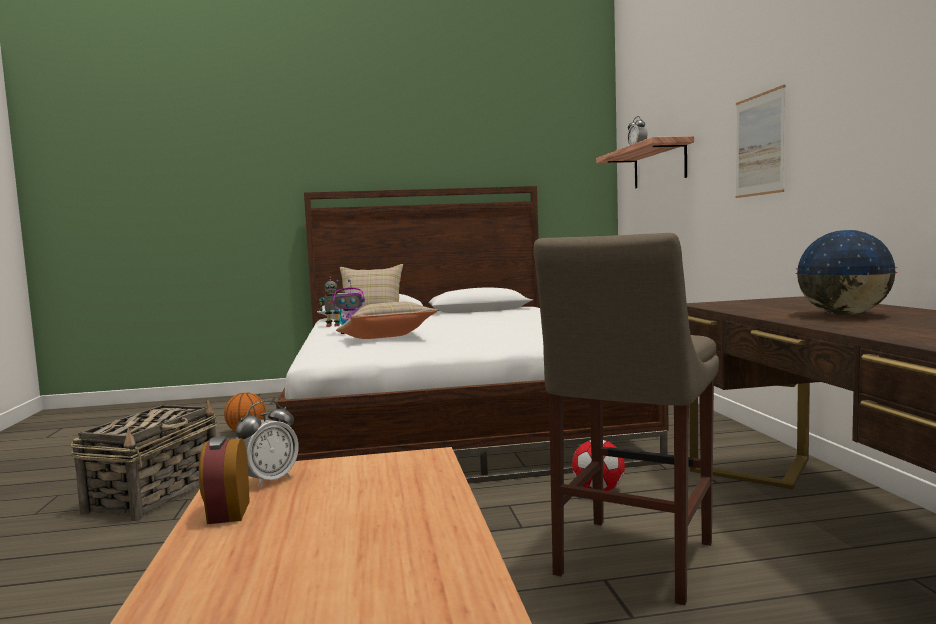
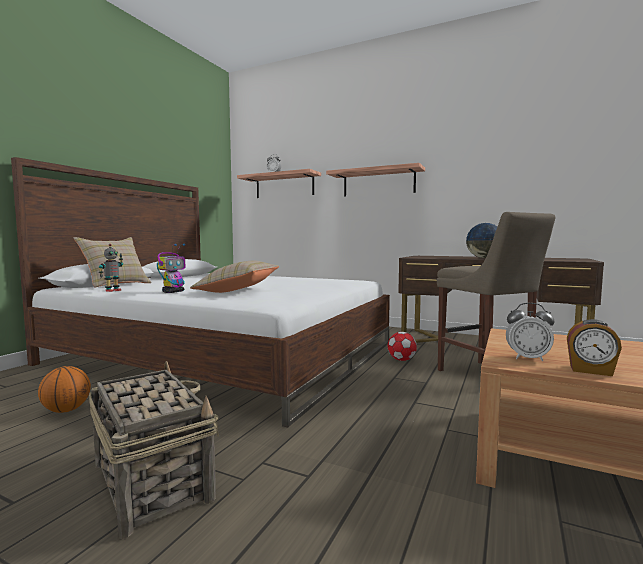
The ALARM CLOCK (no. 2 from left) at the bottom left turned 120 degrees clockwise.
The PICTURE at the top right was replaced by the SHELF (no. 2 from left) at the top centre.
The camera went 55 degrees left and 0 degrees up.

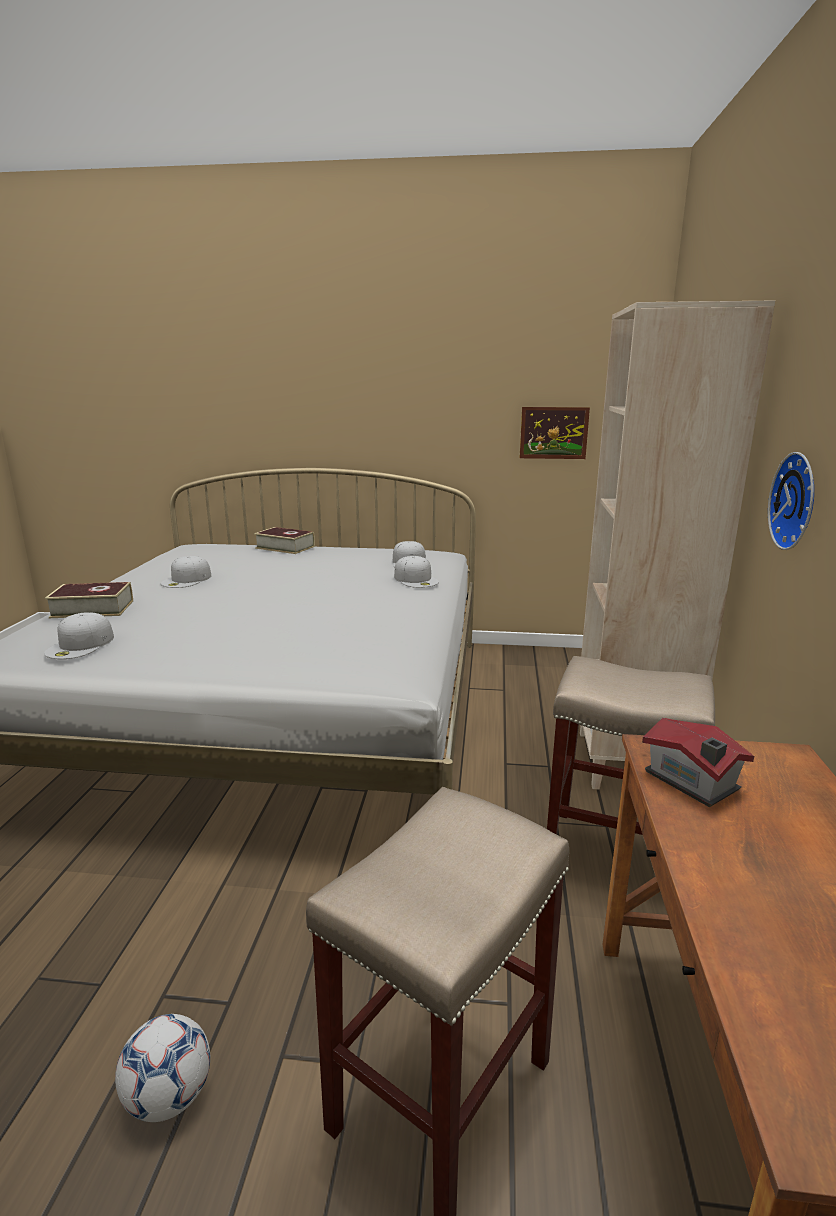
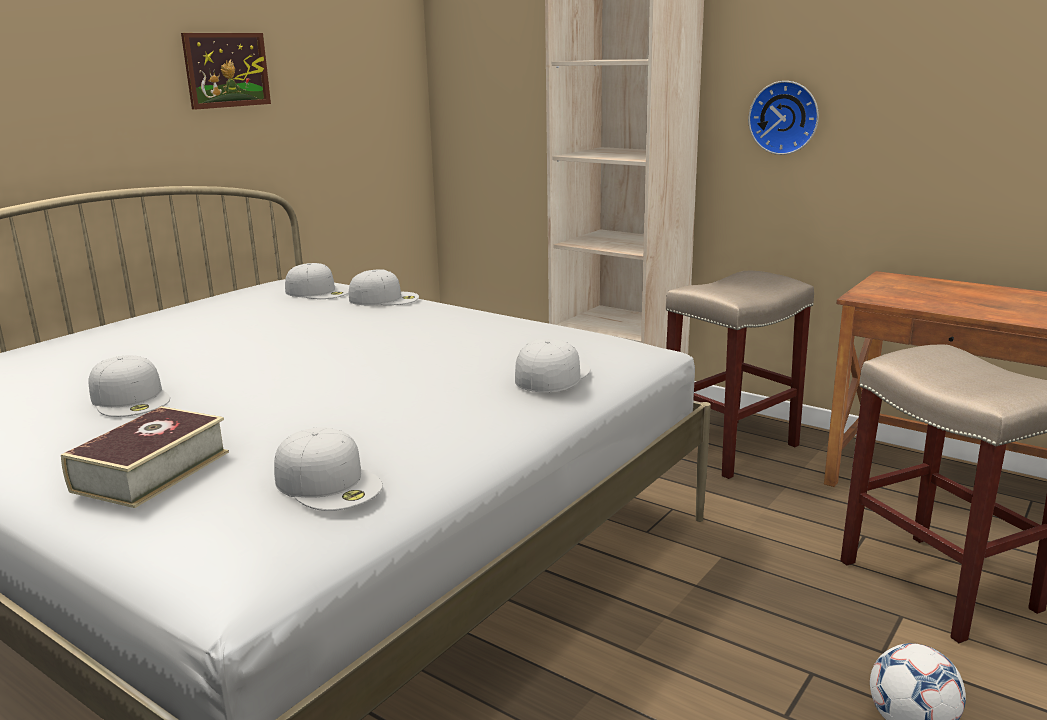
The BOOK (no. 2 from left) at the centre disappeared.
The PICTURE moved from the centre to the top left.
The TOY HOUSE at the middle right disappeared.
The WHITE CAP (no. 5 from left) at the centre appeared.
The camera went 60 degrees left and 0 degrees up.

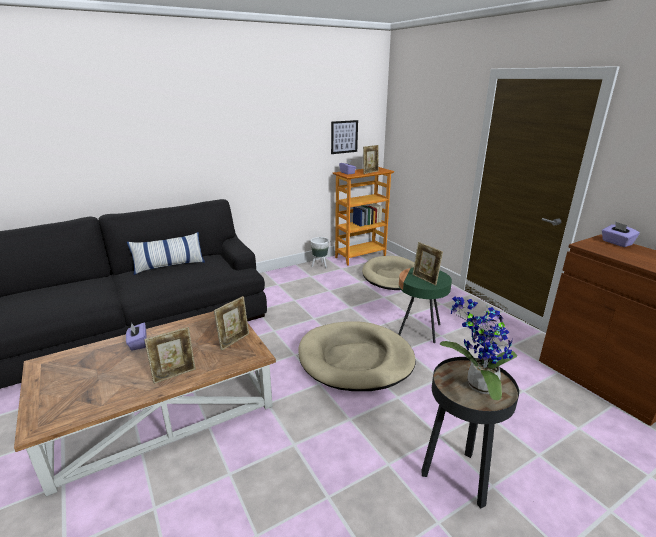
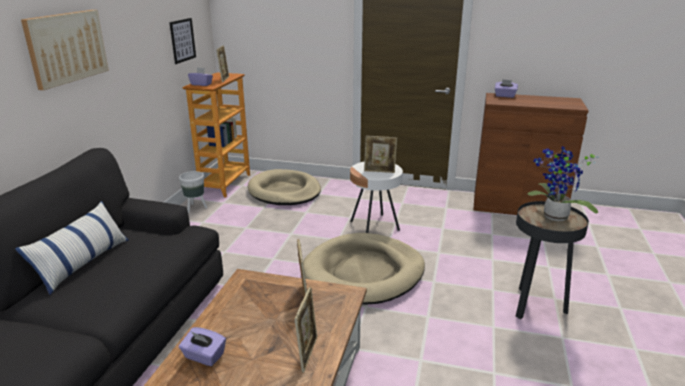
The GREEN SIDE TABLE at the centre became the WHITE SIDE TABLE at the centre.
The PICTURE (no. 1 from left) at the top left appeared.
The camera went 45 degrees left and 0 degrees up.

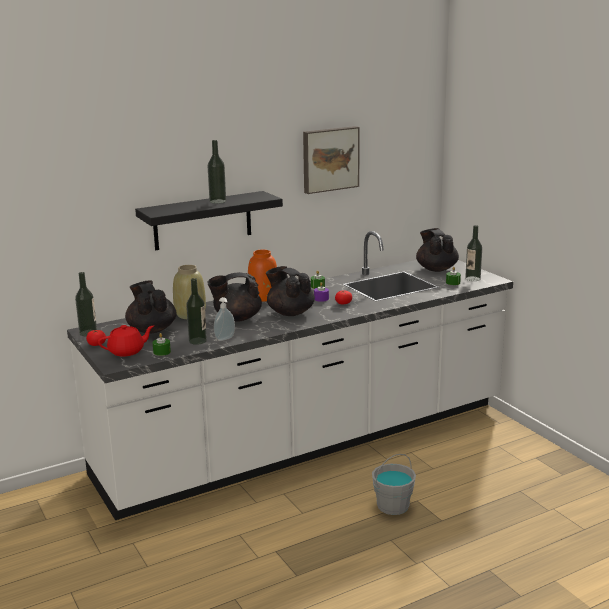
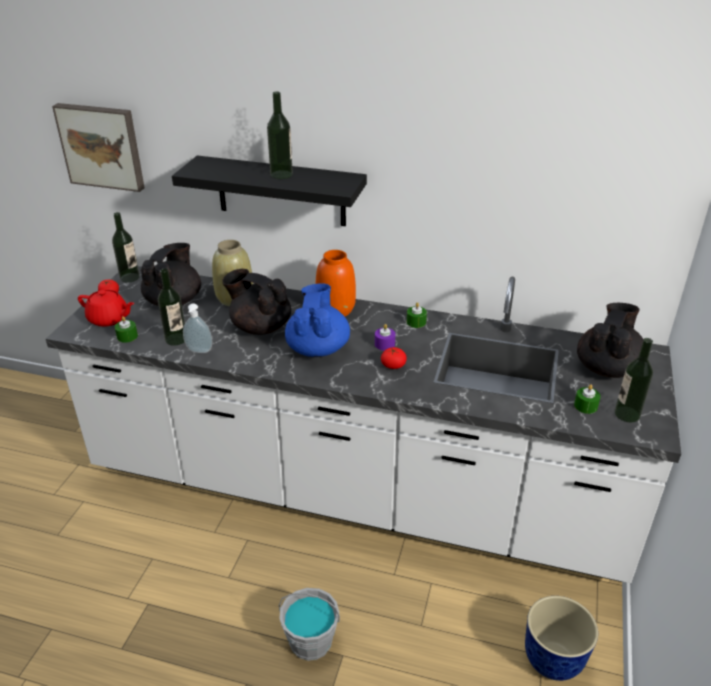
The BLACK TEAPOT (no. 3 from left) at the centre became the BLUE TEAPOT at the centre.
The PICTURE moved from the top centre to the top left.
The PLANTER at the bottom right appeared.
The camera went 45 degrees right and 15 degrees up.

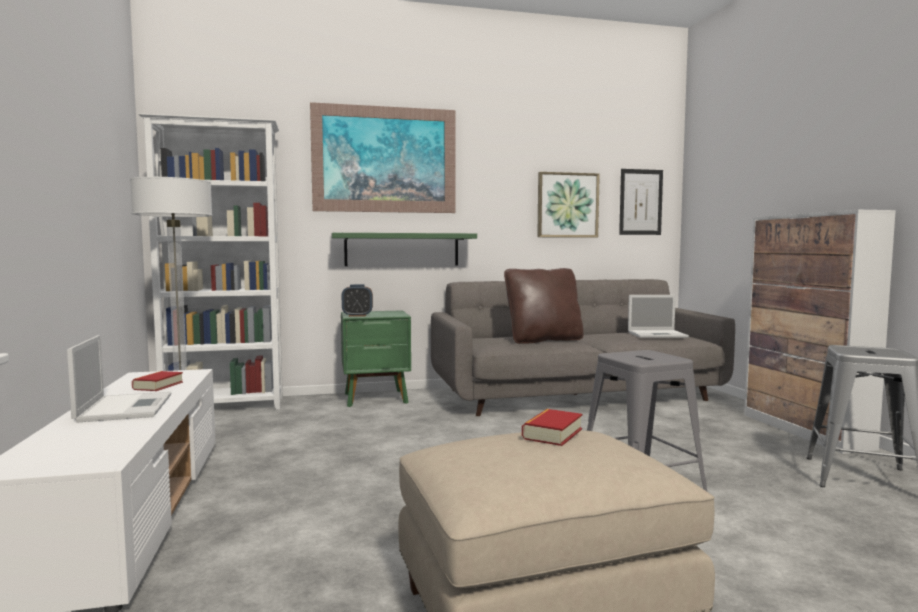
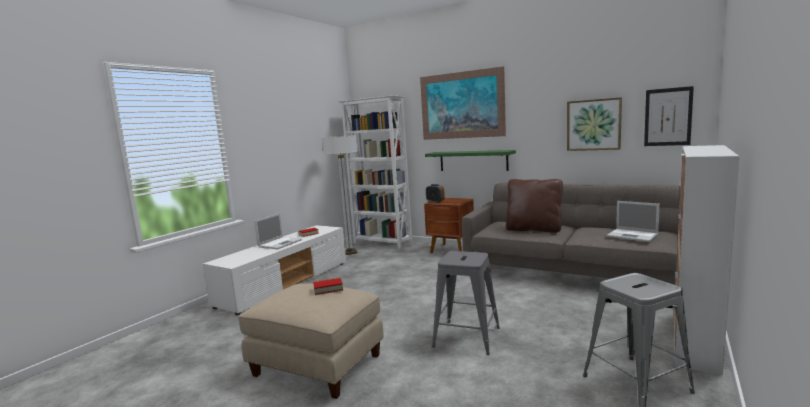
The GREEN NIGHTSTAND at the centre became the BROWN NIGHTSTAND at the centre.
The camera went 45 degrees right and 5 degrees up.

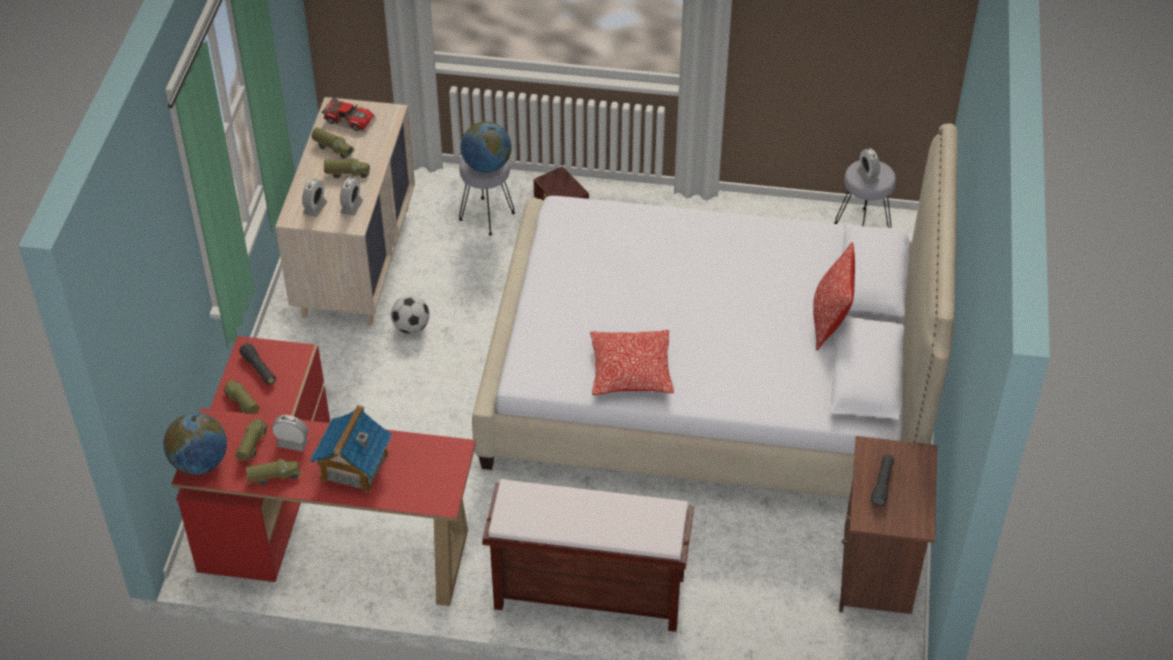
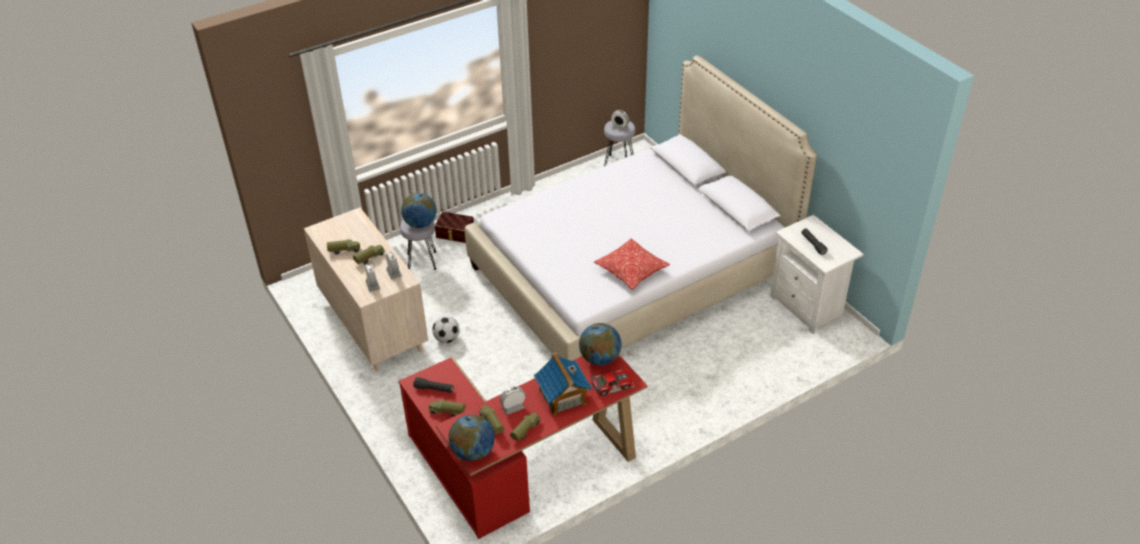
The TOY CAR moved from the top left to the bottom centre.
The BROWN BENCH at the bottom centre disappeared.
The PILLOW (no. 2 from left) at the middle right disappeared.
The BROWN NIGHTSTAND at the bottom right became the WHITE NIGHTSTAND at the middle right.
The GLOBE (no. 3 from left) at the centre appeared.
The camera went 40 degrees left and 5 degrees down.

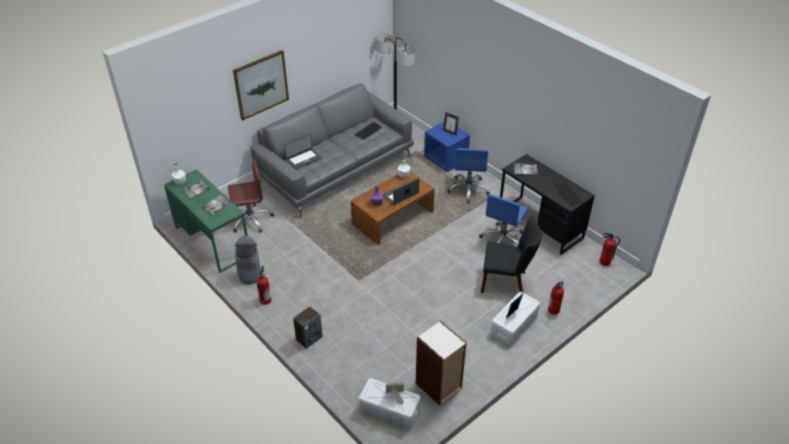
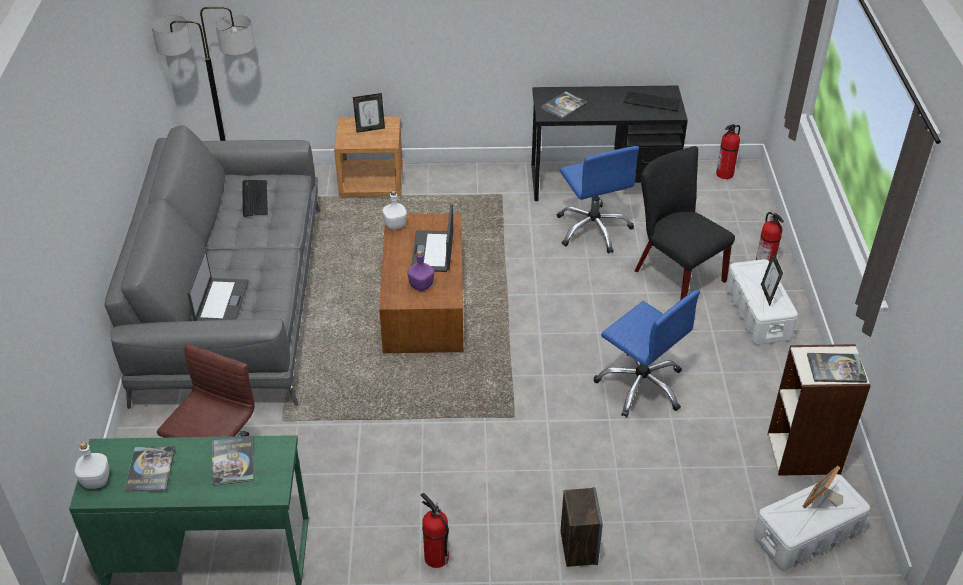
The PICTURE at the top left disappeared.
The GREY TRASH CAN at the middle left disappeared.
The BLUE NIGHTSTAND at the top centre became the BROWN NIGHTSTAND at the top centre.
The BLUE OFFICE CHAIR (no. 1 from left in the first image) moved from the centre to the middle right.
The BLACK CHAIR at the centre turned 90 degrees counterclockwise.
The BOOK (no. 4 from left) at the middle right appeared.
The camera went 50 degrees left and 0 degrees up.

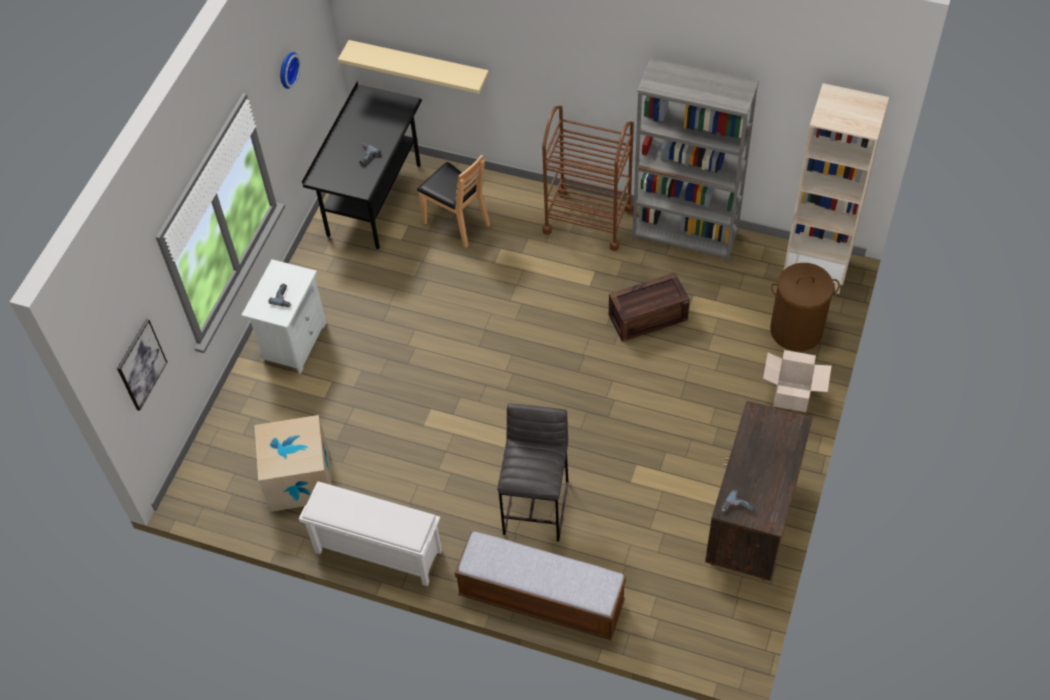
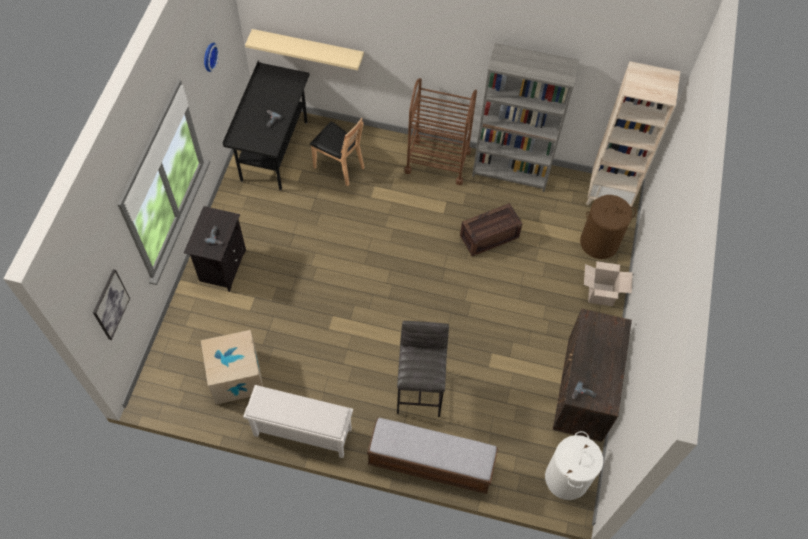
The WHITE NIGHTSTAND at the middle left became the BLACK NIGHTSTAND at the middle left.
The WHITE LAUNDRY BASKET at the bottom right appeared.
The camera went 10 degrees left and 5 degrees up.

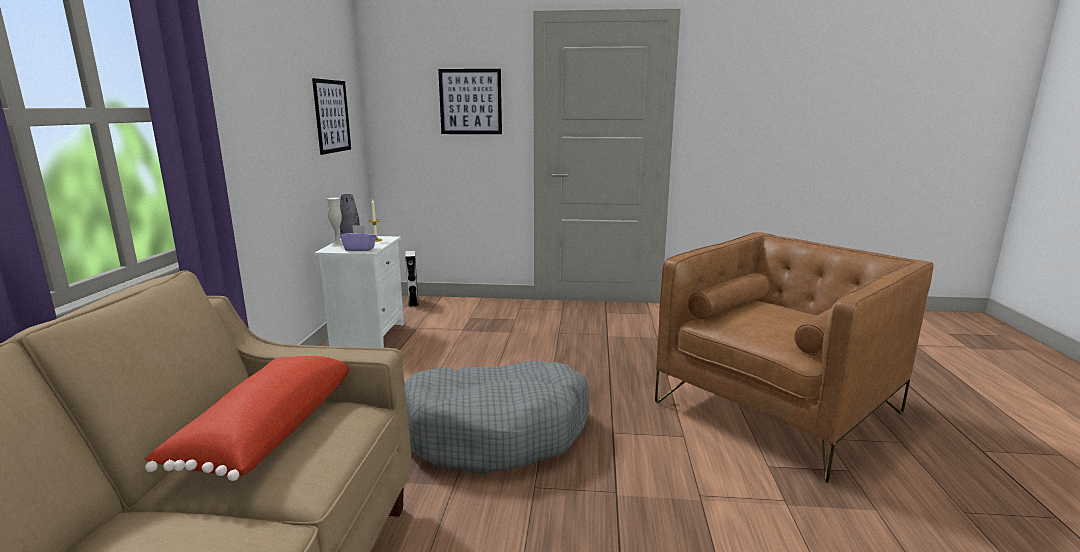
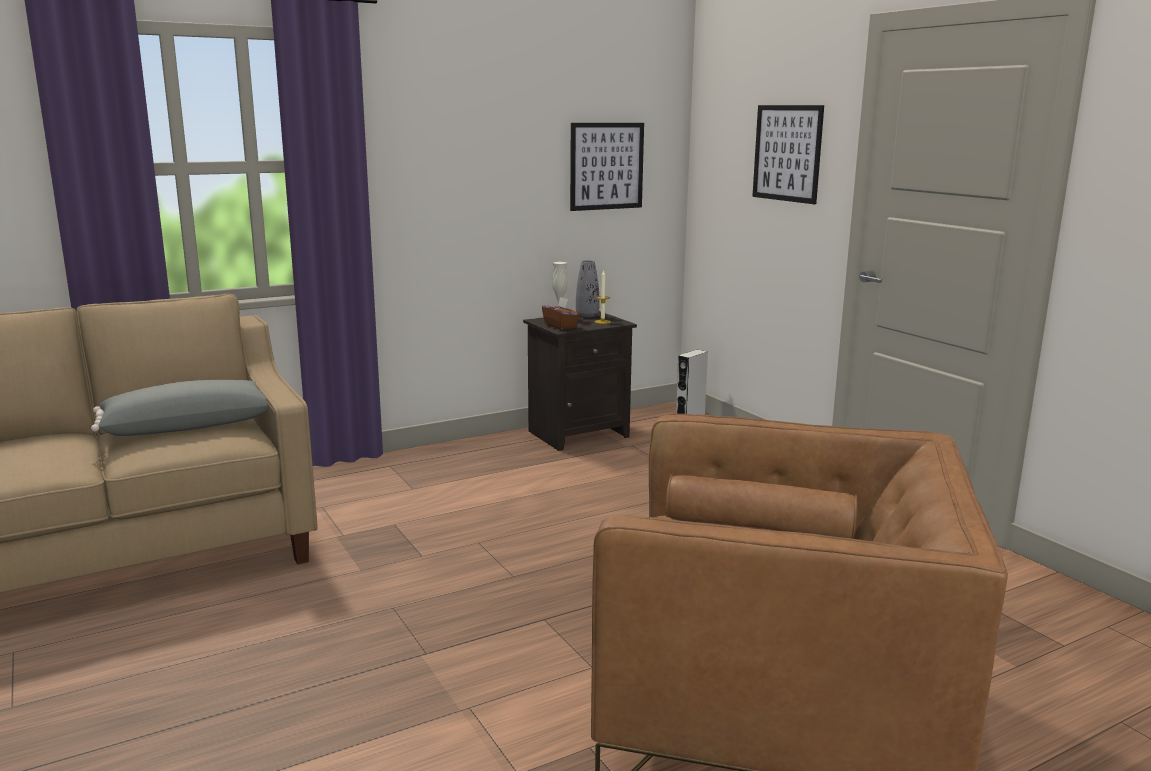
The RED PILLOW at the bottom left became the GREY PILLOW at the middle left.
The WHITE NIGHTSTAND at the middle left became the BLACK NIGHTSTAND at the centre.
The PURPLE TISSUE BOX at the middle left became the BROWN TISSUE BOX at the centre.
The GREY DOG BED at the bottom centre disappeared.
The camera went 55 degrees right and 0 degrees up.

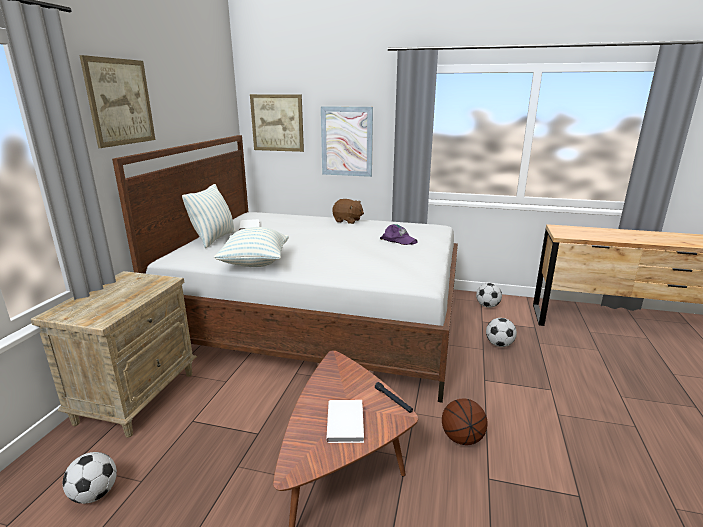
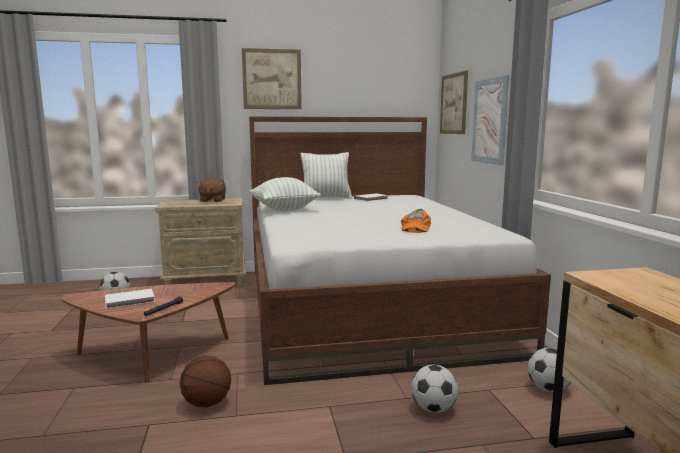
The BROWN PLUSH TOY moved from the centre to the middle left.
The PURPLE CAP at the centre became the ORANGE CAP at the centre.
The camera went 65 degrees right and 10 degrees down.

